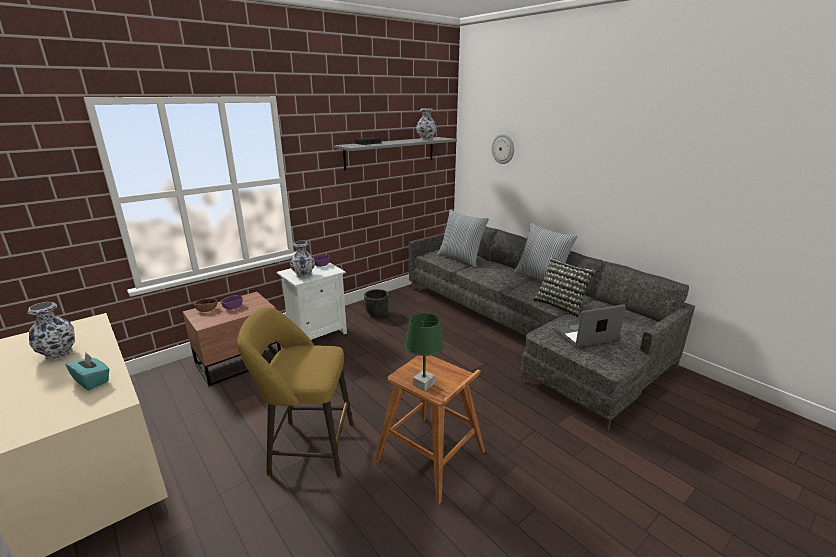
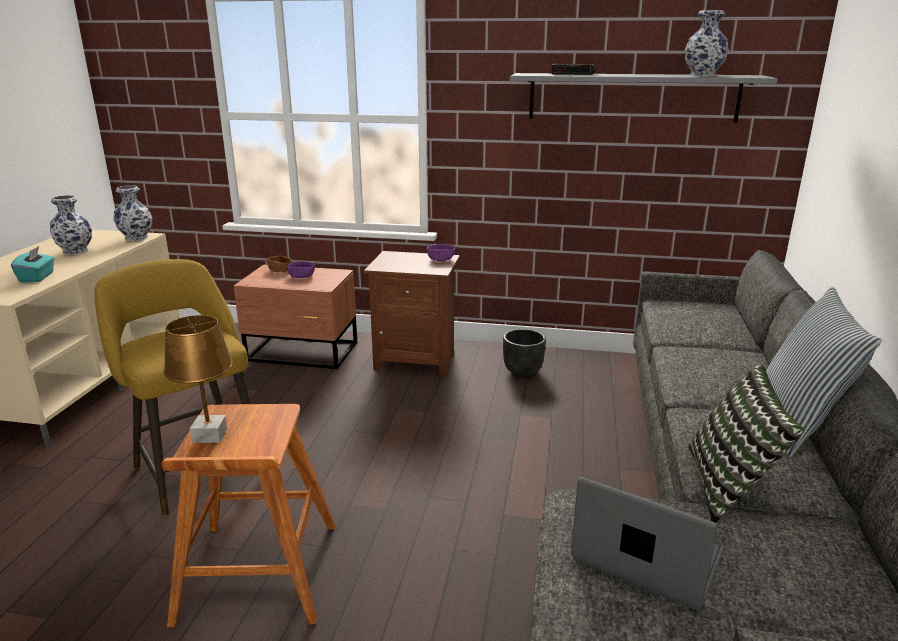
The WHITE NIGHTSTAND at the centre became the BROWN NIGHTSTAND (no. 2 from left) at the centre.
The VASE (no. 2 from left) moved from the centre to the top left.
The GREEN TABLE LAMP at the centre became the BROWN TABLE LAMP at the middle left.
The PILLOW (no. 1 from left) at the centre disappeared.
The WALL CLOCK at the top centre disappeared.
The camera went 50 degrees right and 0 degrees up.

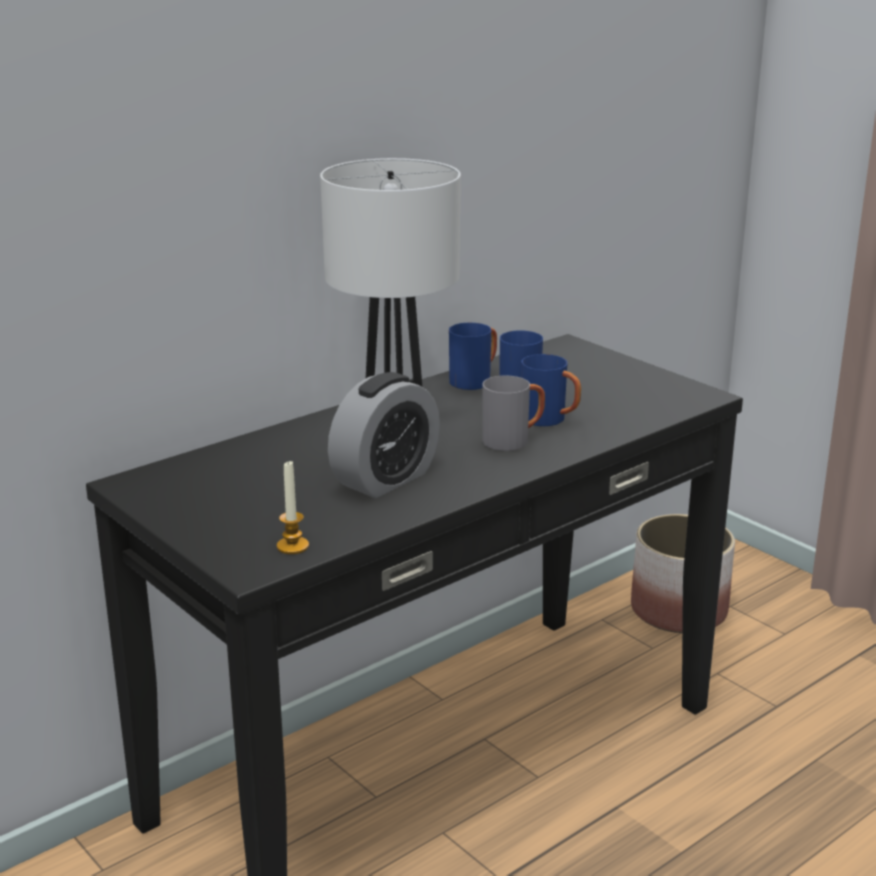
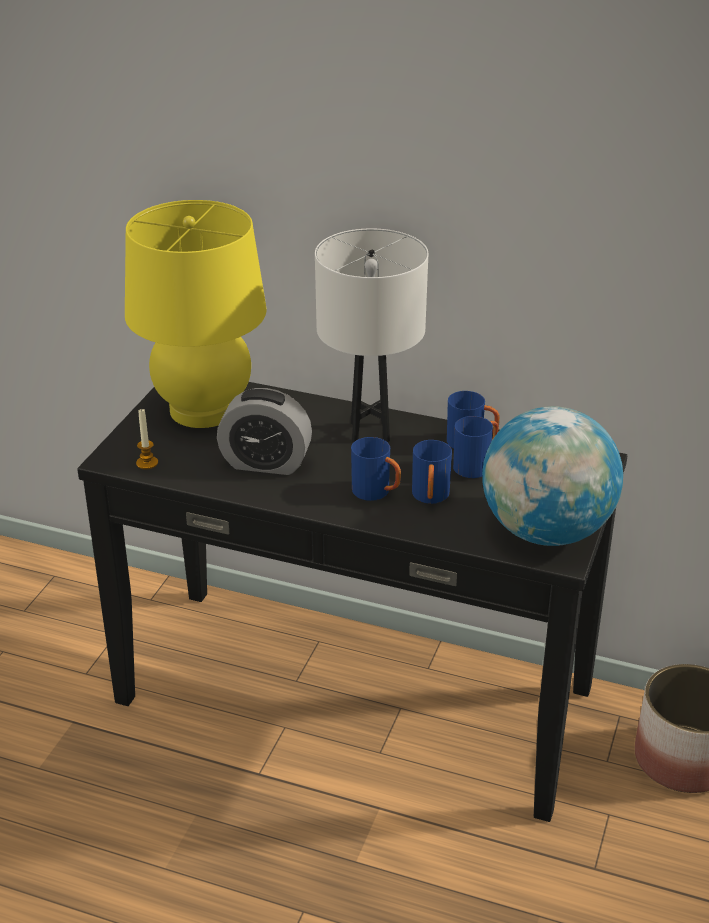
The GREY MUG at the centre became the BLUE MUG (no. 1 from left) at the centre.
The YELLOW TABLE LAMP at the middle left appeared.
The GLOBE at the middle right appeared.
The camera went 60 degrees right and 10 degrees up.

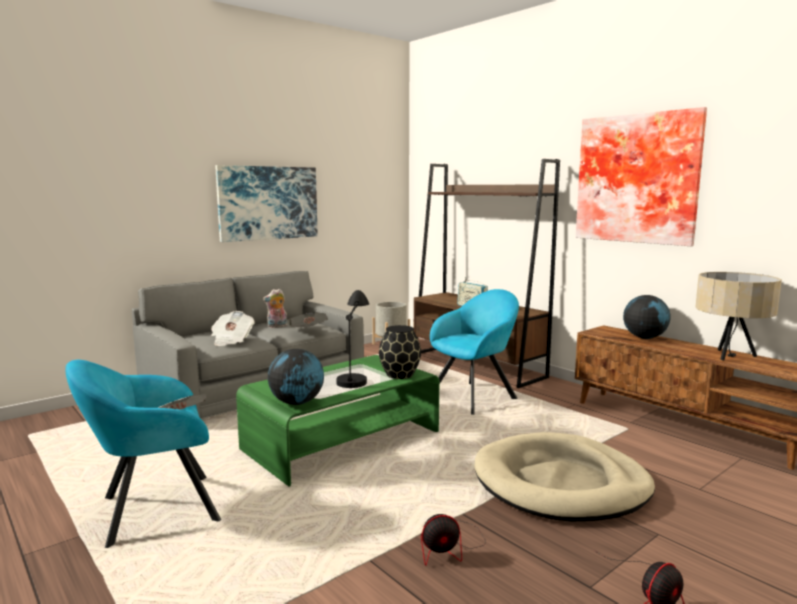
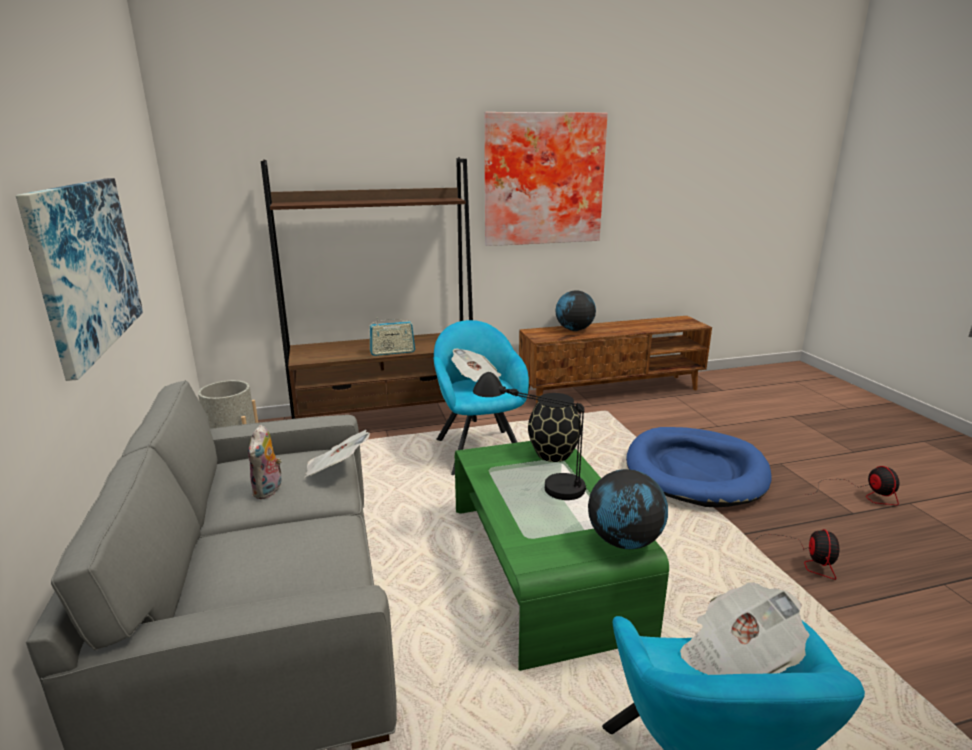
The NEWSPAPER (no. 2 from left) moved from the middle left to the centre.
The BEIGE DOG BED at the bottom right became the BLUE DOG BED at the middle right.
The BEIGE TABLE LAMP at the middle right disappeared.
The camera went 65 degrees left and 10 degrees up.

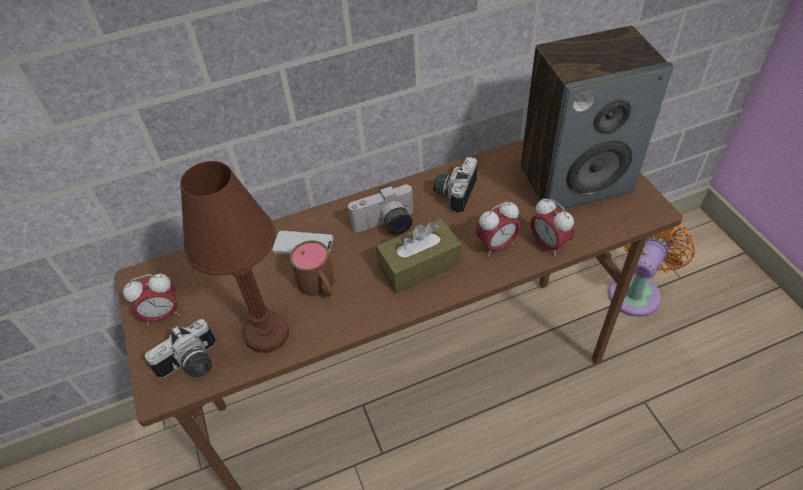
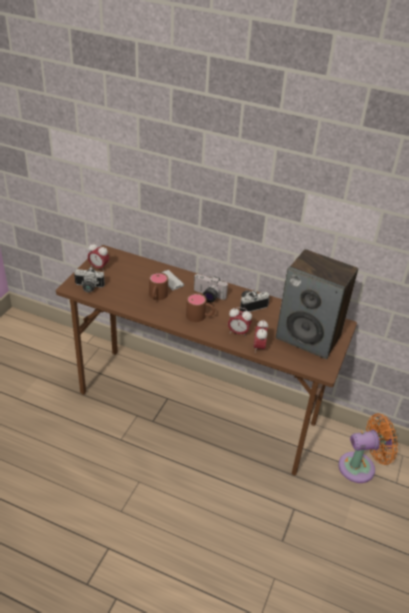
The BROWN TABLE LAMP at the middle left disappeared.
The BROWN TISSUE BOX at the centre was replaced by the BROWN MUG (no. 2 from left) at the centre.
The camera went 40 degrees right and 10 degrees down.

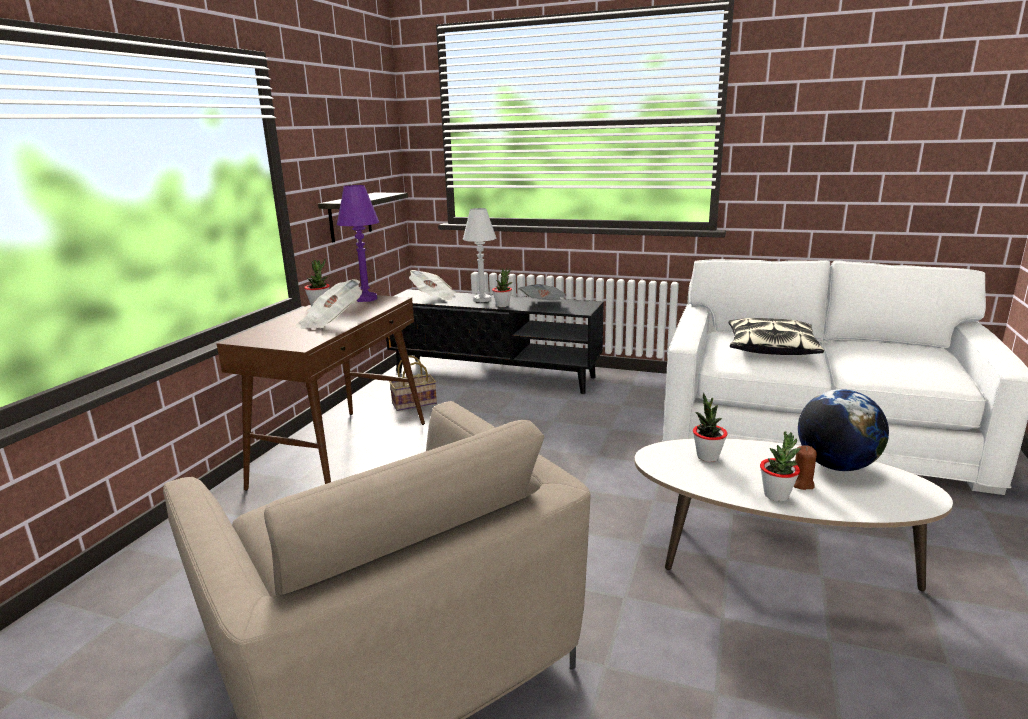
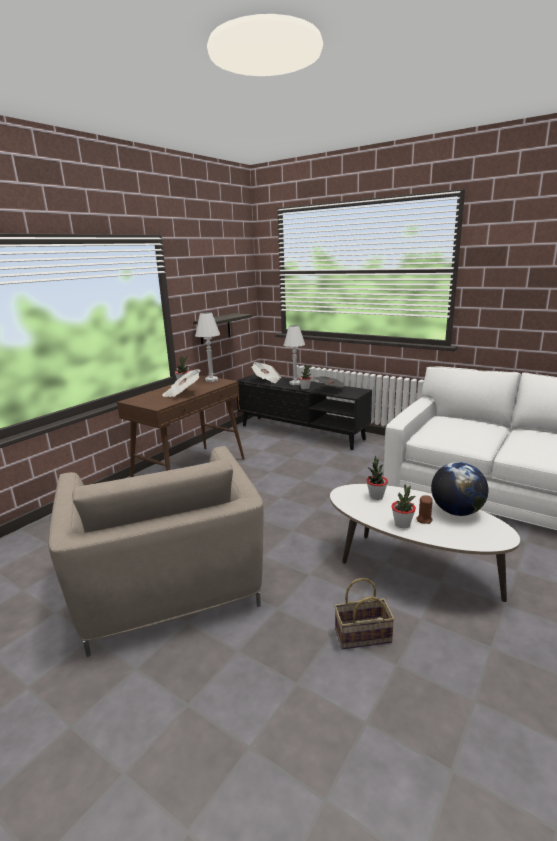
The PURPLE TABLE LAMP at the centre became the WHITE TABLE LAMP (no. 1 from left) at the centre.
The BASKET moved from the centre to the bottom centre.
The PILLOW at the middle right disappeared.
The camera went 15 degrees right and 0 degrees up.

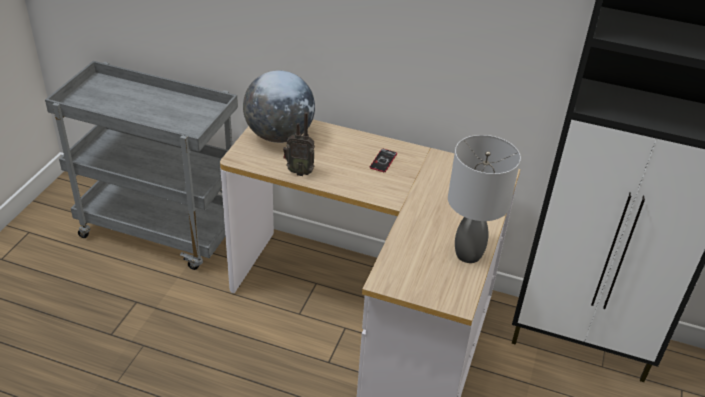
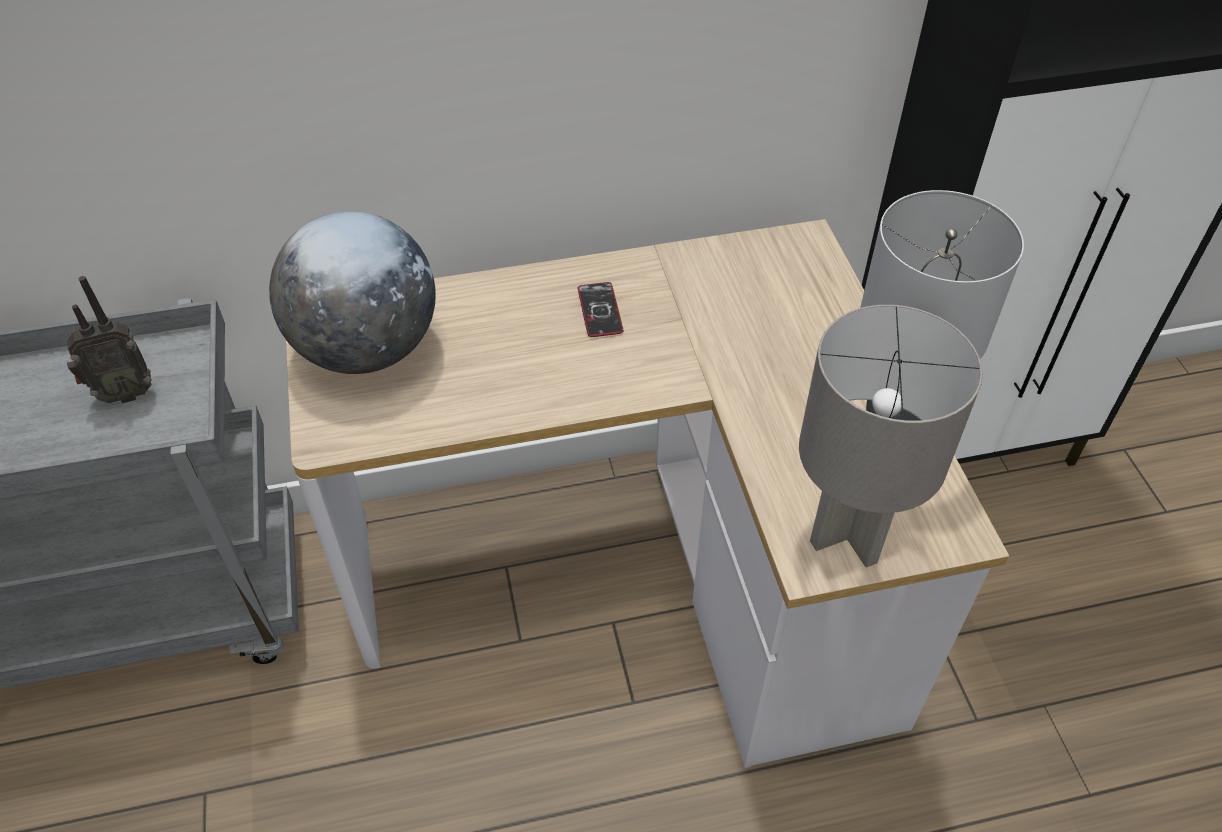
The RADIO moved from the centre to the middle left.
The GREY TABLE LAMP (no. 1 from left) at the middle right appeared.
The camera went 30 degrees left and 10 degrees up.

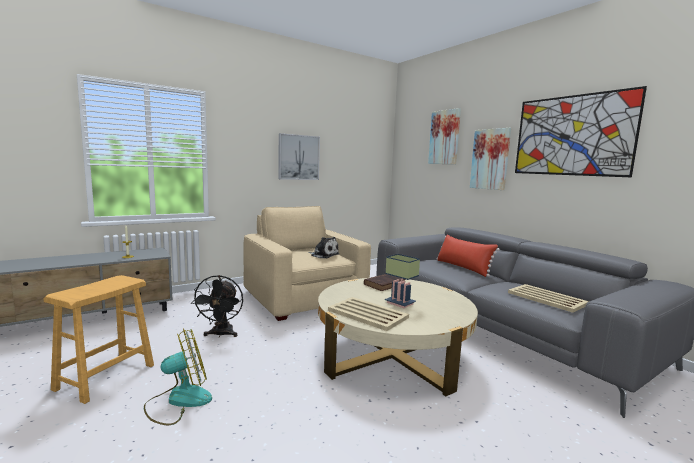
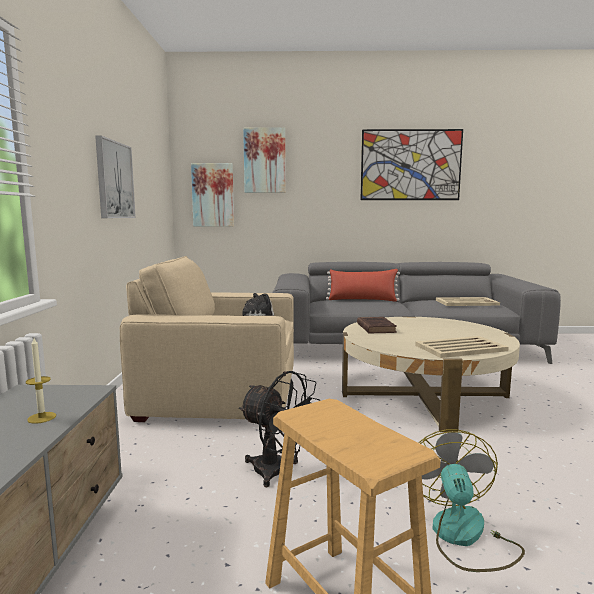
The TABLE LAMP at the centre disappeared.
The PICTURE (no. 3 from left in the first image) moved from the middle right to the top centre.
The camera went 55 degrees left and 0 degrees up.

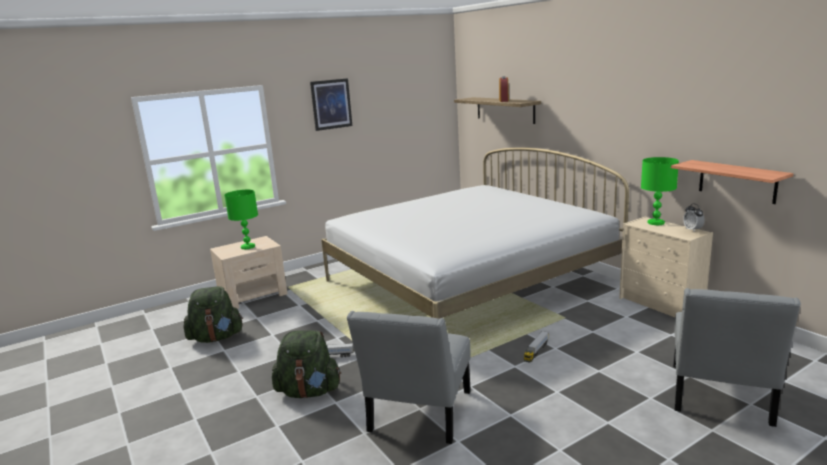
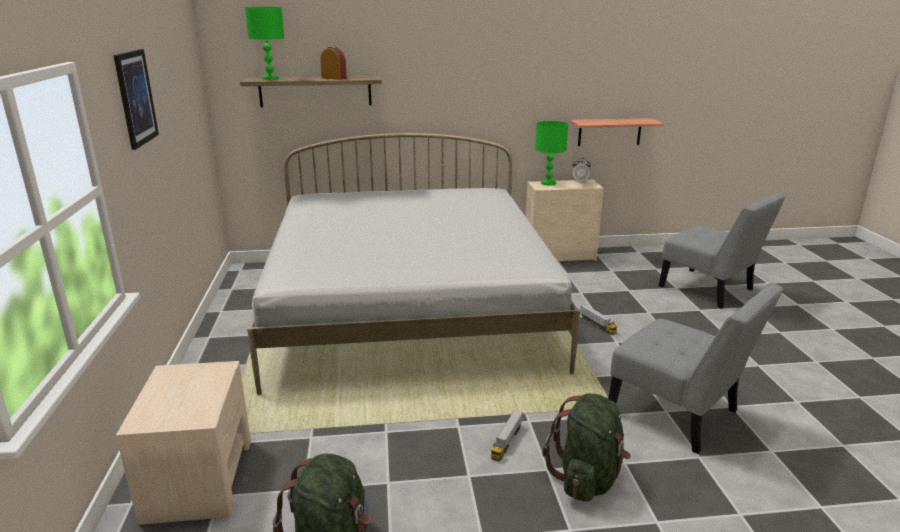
The GREEN TABLE LAMP (no. 1 from left) moved from the middle left to the top left.
The camera went 65 degrees left and 5 degrees up.

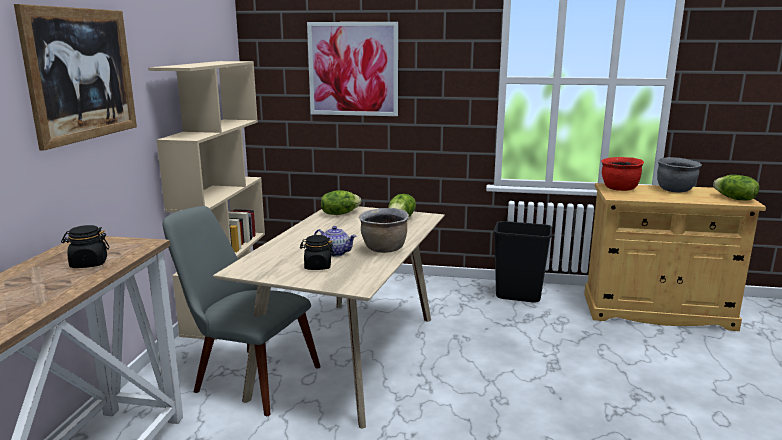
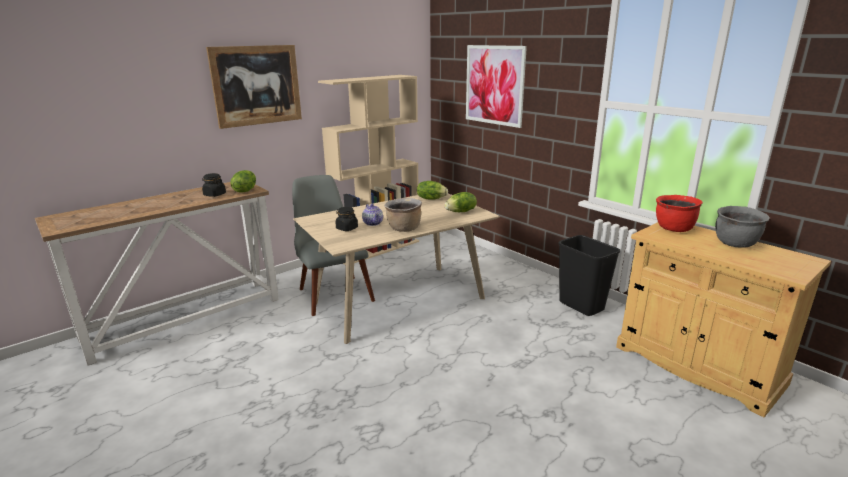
The LETTUCE (no. 3 from left in the first image) moved from the middle right to the middle left.
The camera went 40 degrees right and 5 degrees up.

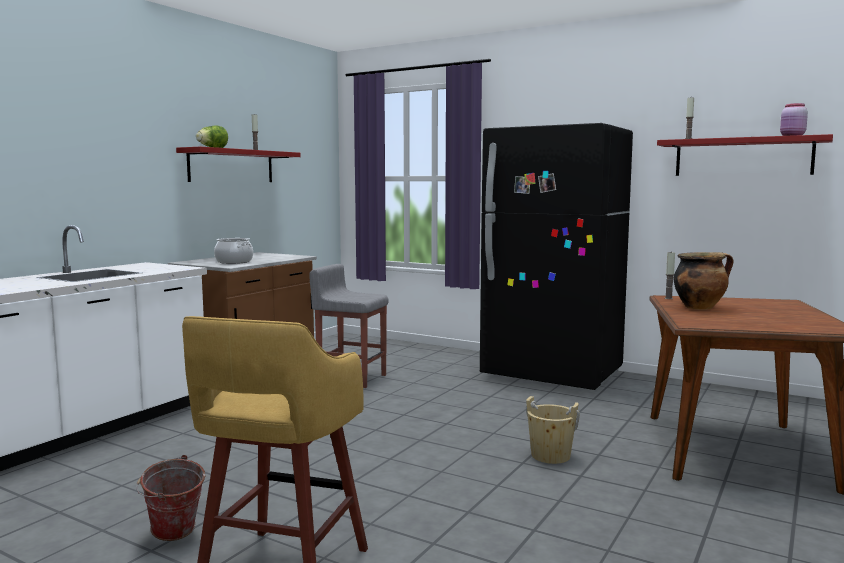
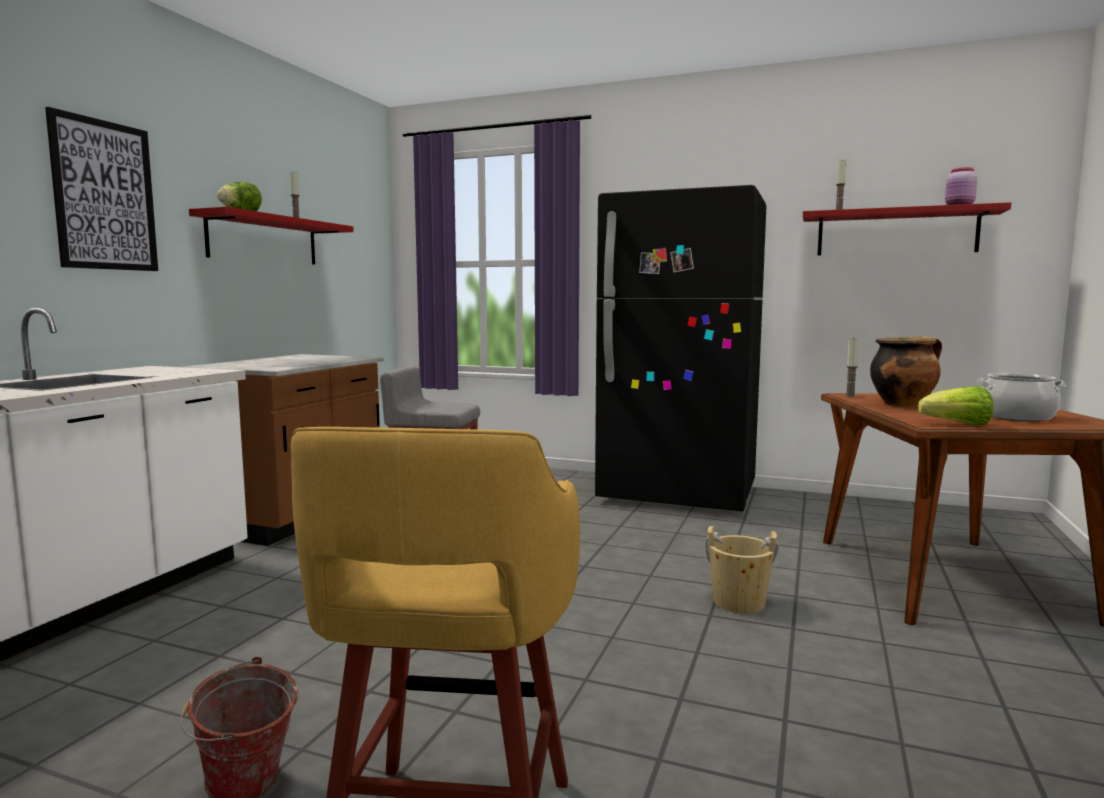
The COOKING POT (no. 1 from left in the first image) moved from the middle left to the middle right.
The PICTURE at the top left appeared.
The LETTUCE (no. 2 from left) at the middle right appeared.
The camera went 10 degrees left and 0 degrees up.

